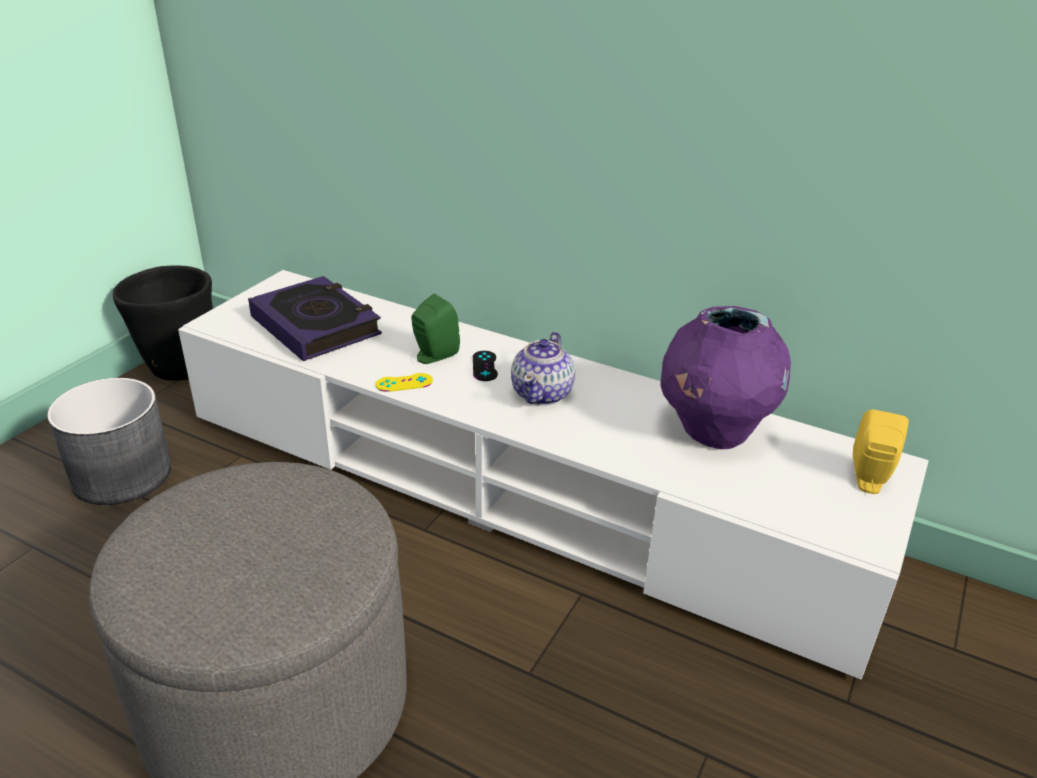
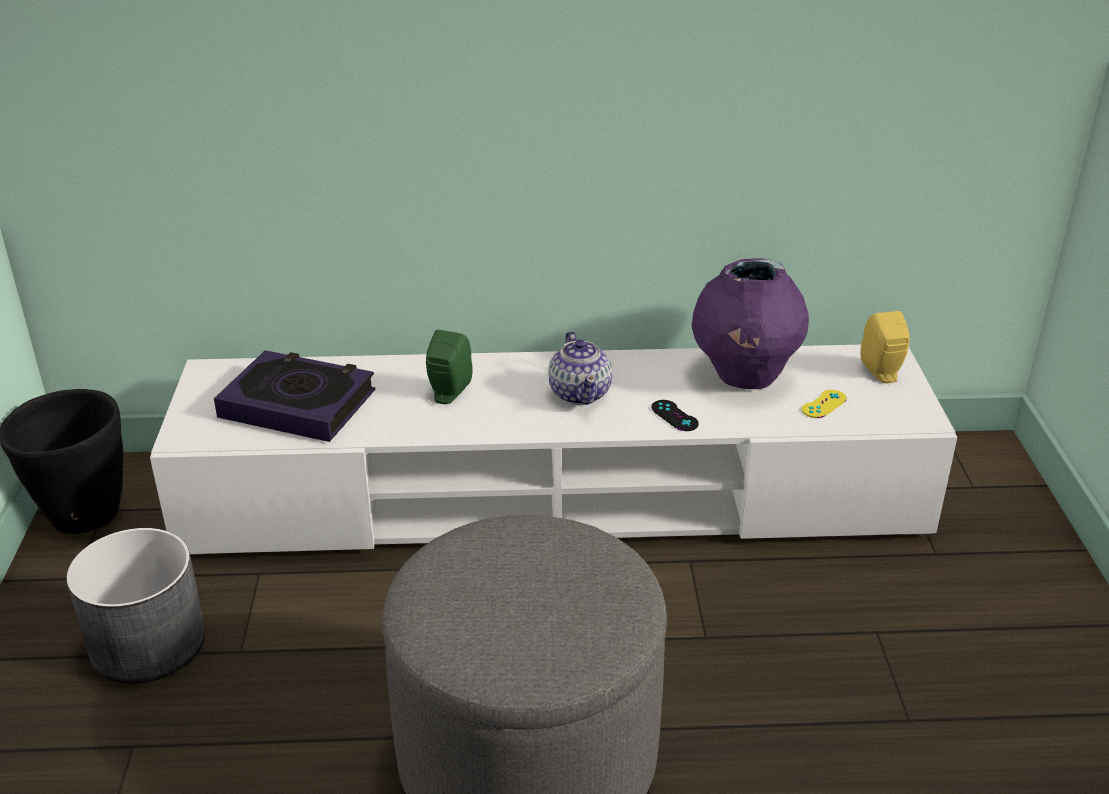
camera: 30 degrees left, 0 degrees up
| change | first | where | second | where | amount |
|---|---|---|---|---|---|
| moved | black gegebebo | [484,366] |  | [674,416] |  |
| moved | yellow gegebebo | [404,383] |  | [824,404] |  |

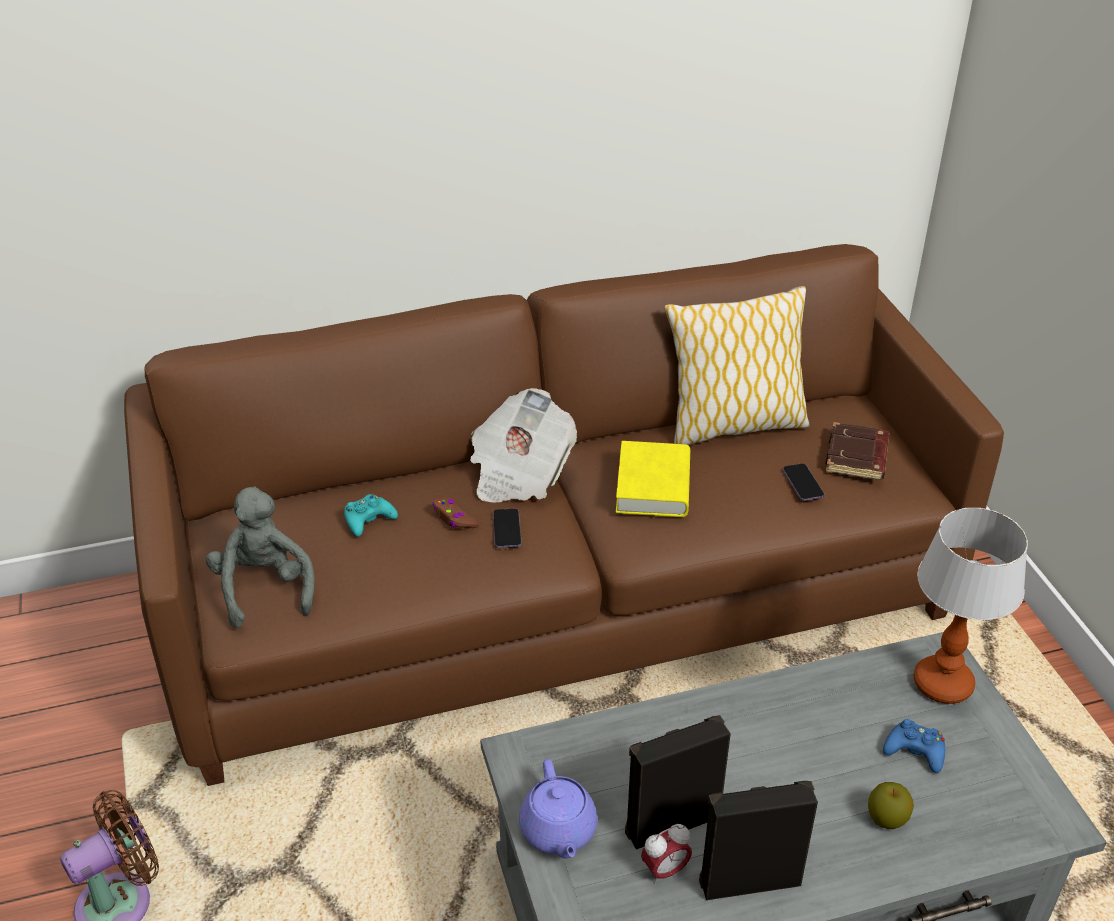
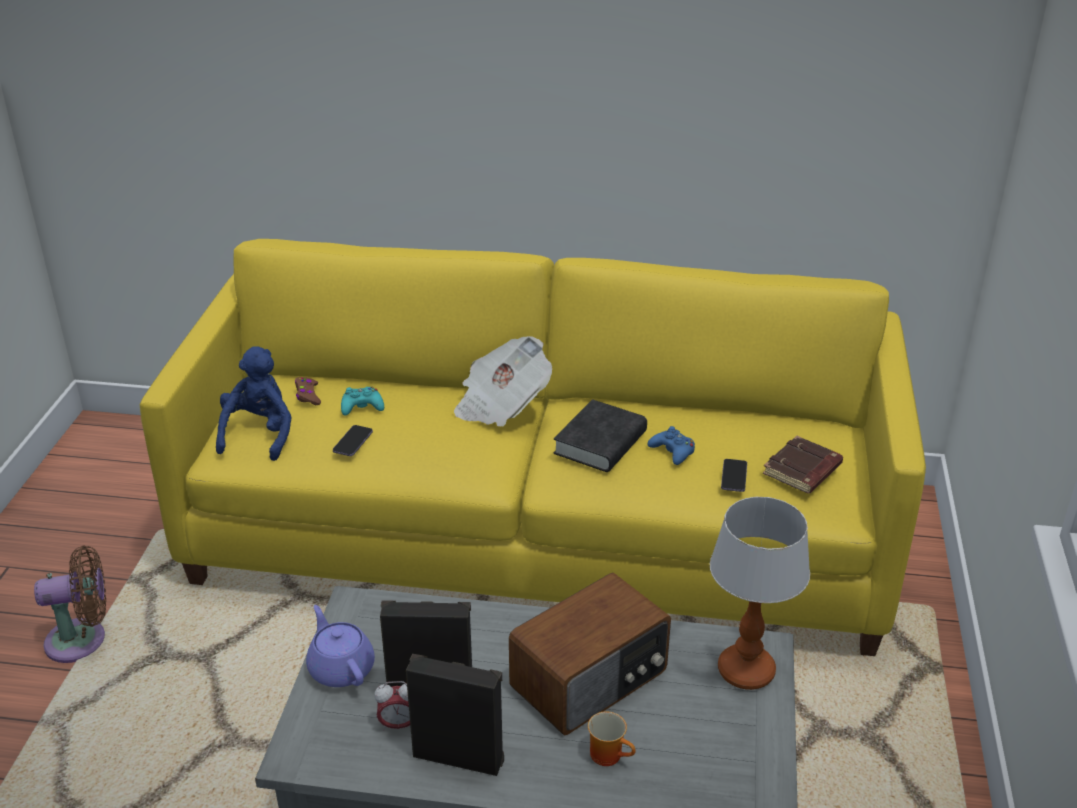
camera: 25 degrees right, 5 degrees down
| change | first | where | second | where | amount |
|---|---|---|---|---|---|
| recoloured | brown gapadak | [558,598] | yellow gapadak | [540,536] |  |
| removed | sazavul | [734,425] |  |  |  |
| recoloured | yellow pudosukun | [653,486] | black pudosukun | [600,443] |  |
| recoloured | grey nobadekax | [264,588] | blue nobadekax | [259,434] |  |
| moved | brown gegebebo | [454,519] |  | [308,395] |  |
| moved | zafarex | [507,530] |  | [353,442] |  |
| moved | blue gegebebo | [915,751] |  | [673,451] |  |
| turned | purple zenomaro | [558,831] |  | [341,668] | 135 degrees clockwise |
| replaced | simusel | [886,819] | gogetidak | [610,754] |  |
| added |  |  | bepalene | [591,680] |  |

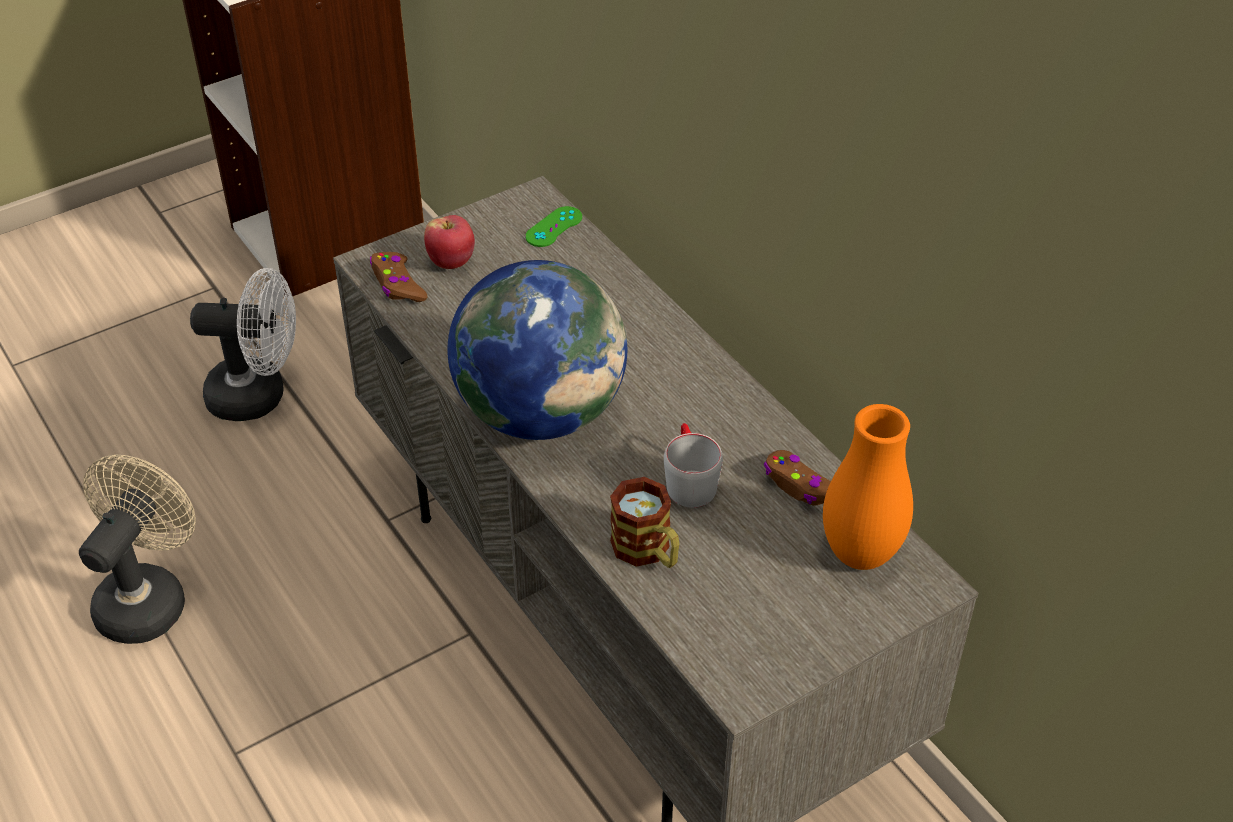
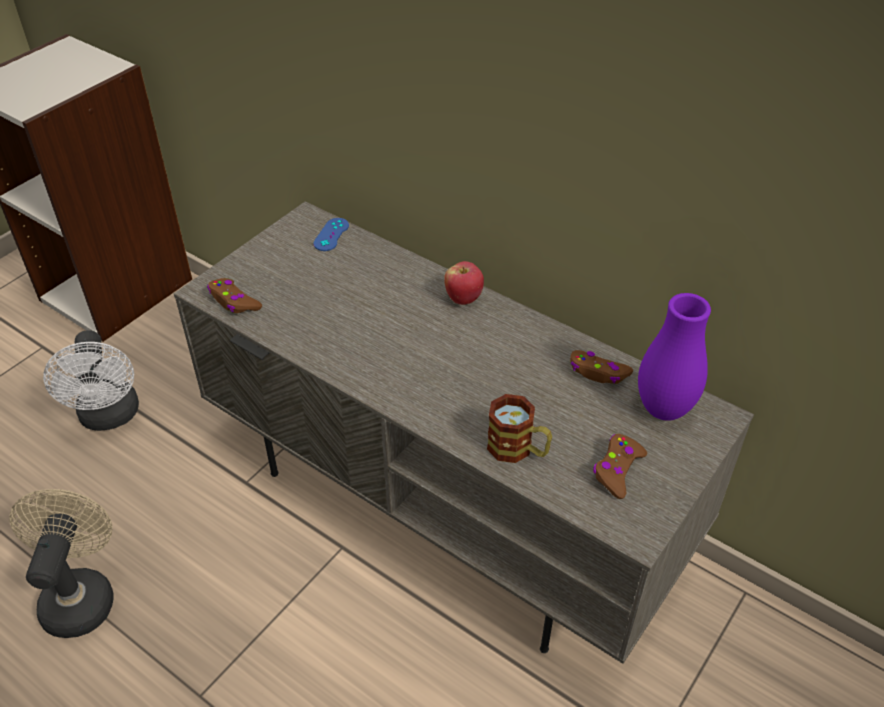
camera: 20 degrees left, 0 degrees up
| change | first | where | second | where | amount |
|---|---|---|---|---|---|
| recoloured | green gegebebo | [554,227] | blue gegebebo | [331,235] |  |
| moved | simusel | [451,262] |  | [463,298] |  |
| removed | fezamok | [540,413] |  |  |  |
| turned | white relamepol | [259,395] |  | [110,417] | 90 degrees clockwise |
| recoloured | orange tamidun | [860,554] | purple tamidun | [664,409] |  |
| removed | grey gogetidak | [688,480] |  |  |  |
| added |  |  | brown gegebebo | [617,470] |  |

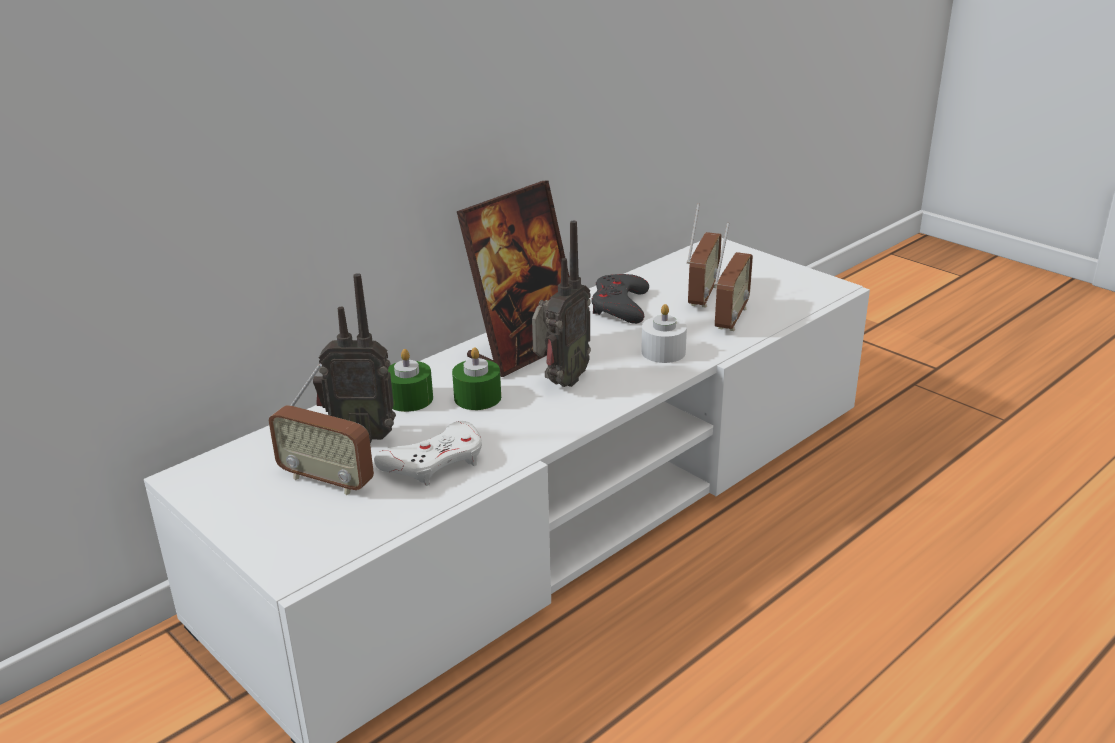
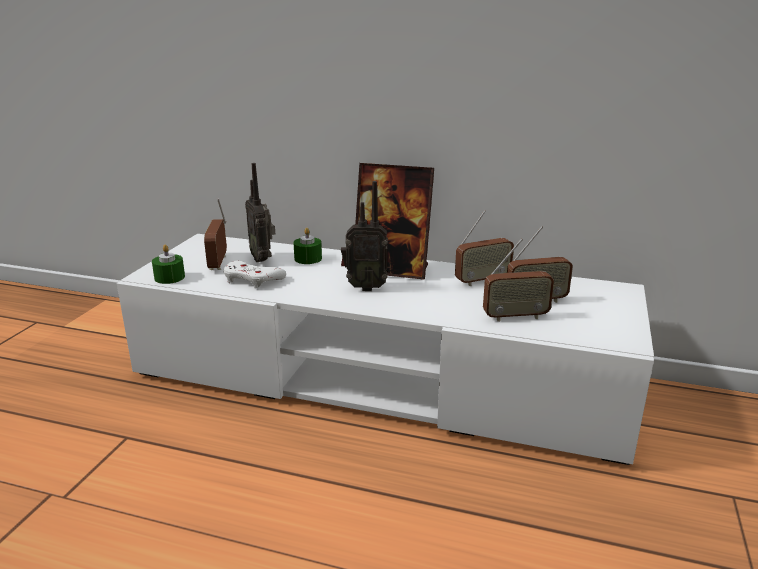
camera: 60 degrees right, 5 degrees down
| change | first | where | second | where | amount |
|---|---|---|---|---|---|
| replaced | grey gegebebo | [620,306] | bepalene | [482,280] |  |
| removed | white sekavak | [663,352] |  |  |  |
| moved | green sekavak | [477,397] |  | [169,277] |  |

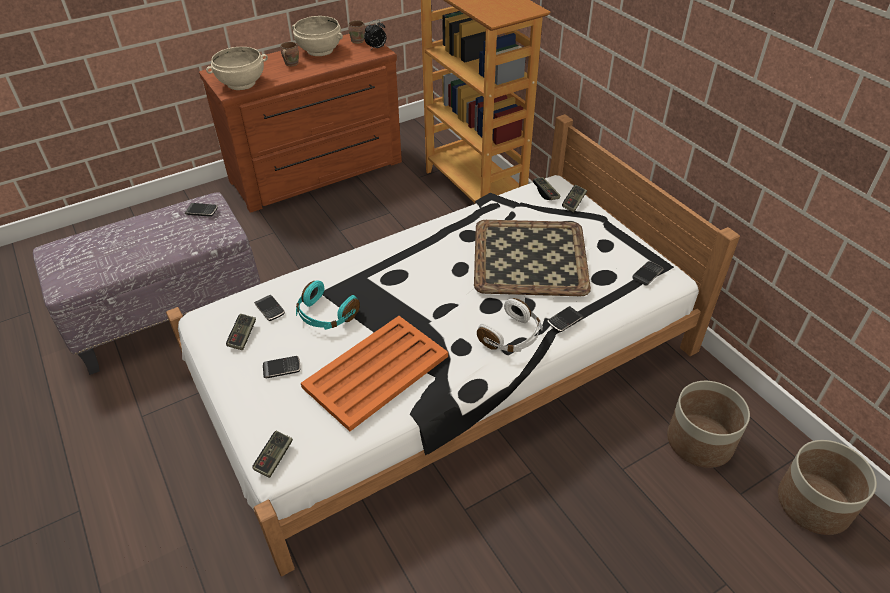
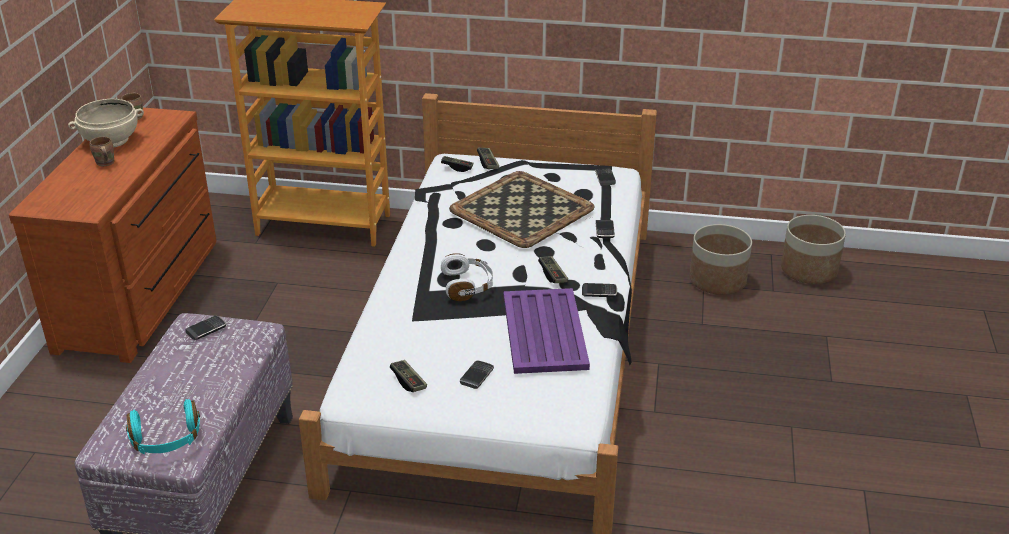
camera: 50 degrees left, 10 degrees down
| change | first | where | second | where | amount |
|---|---|---|---|---|---|
| removed | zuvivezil | [376,48] |  |  |  |
| removed | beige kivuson | [241,84] |  |  |  |
| moved | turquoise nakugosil | [325,315] |  | [166,440] |  |
| moved | zafarex | [270,309] |  | [599,292] |  |
| moved | white nakugosil | [512,336] |  | [468,285] |  |
| recoloured | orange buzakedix | [377,371] | purple buzakedix | [544,331] |  |
| moved | gegebebo | [274,458] |  | [553,275] |  |

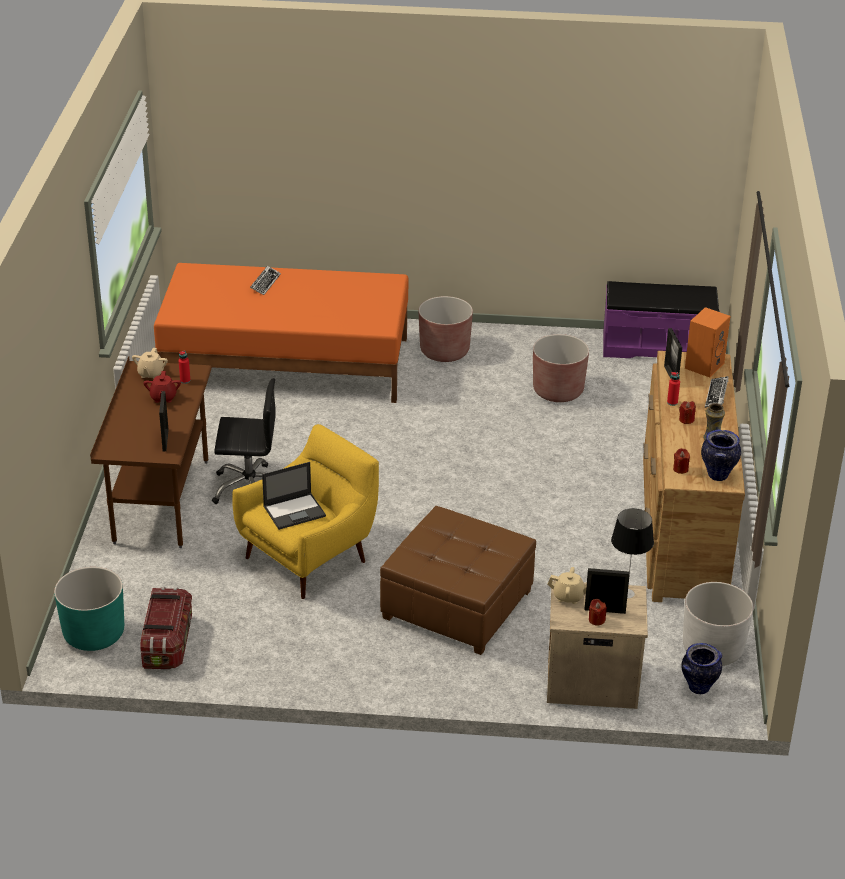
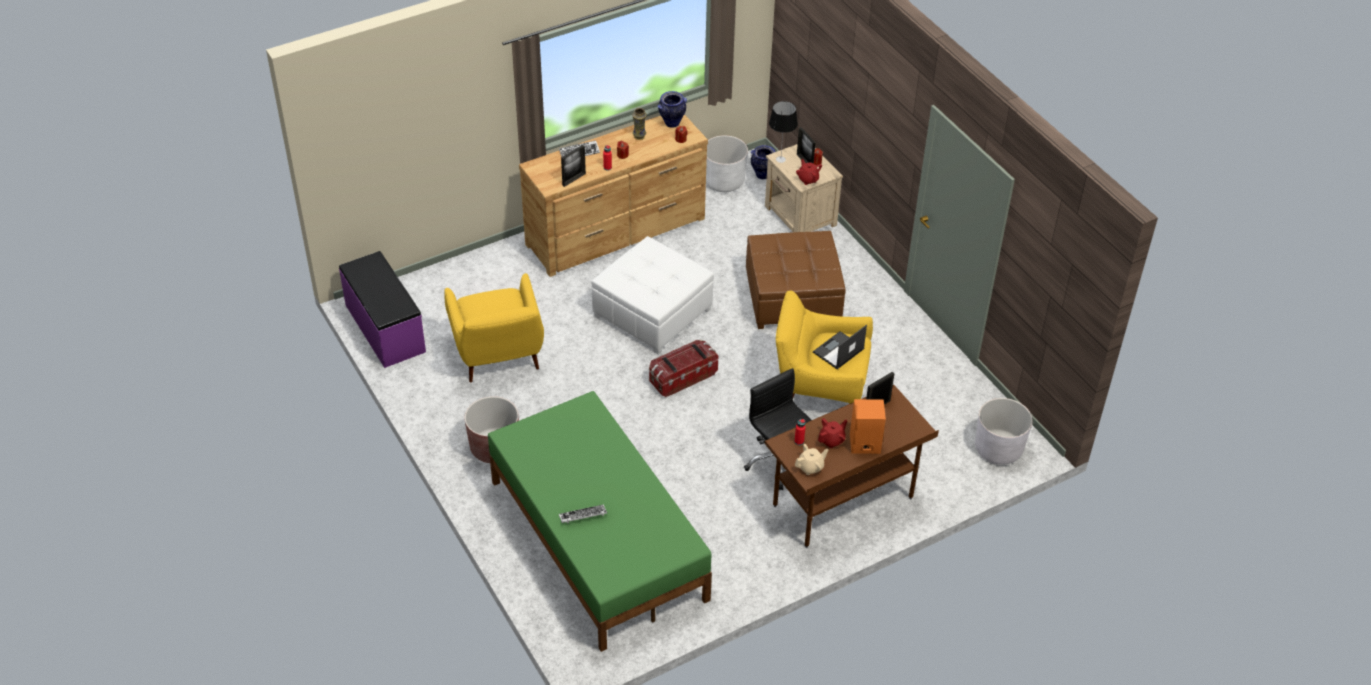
camera: 125 degrees left, 10 degrees up
| change | first | where | second | where | amount |
|---|---|---|---|---|---|
| recoloured | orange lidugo | [285,362] | green lidugo | [597,540] |  |
| moved | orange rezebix | [704,365] |  | [864,444] |  |
| replaced | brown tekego | [558,391] | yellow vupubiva | [498,356] |  |
| turned | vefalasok | [295,511] |  | [838,351] | 75 degrees counterclockwise |
| recoloured | turquoise tekego | [94,634] | white tekego | [998,449] |  |
| recoloured | beige zenomaro | [568,597] | red zenomaro | [808,179] |  |
| moved | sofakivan | [167,643] |  | [682,377] |  |
| added |  |  | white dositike | [651,312] |  |

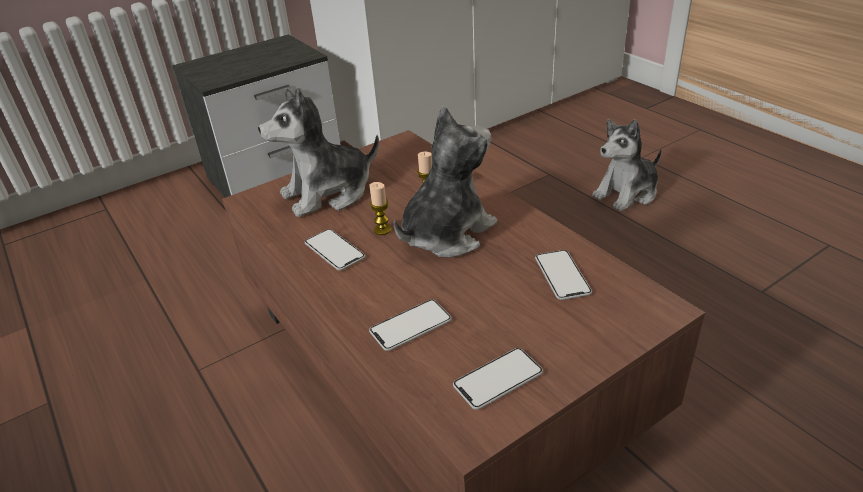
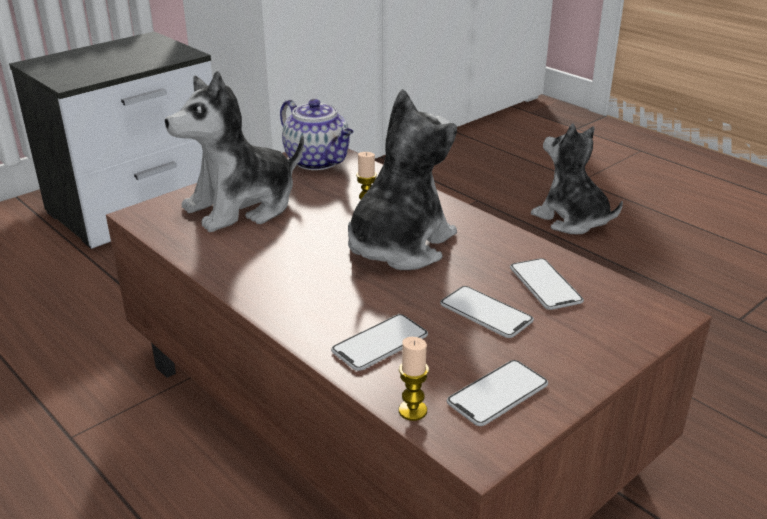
camera: 10 degrees left, 5 degrees down
| change | first | where | second | where | amount |
|---|---|---|---|---|---|
| turned | nobadekax | [627,194] |  | [571,220] | 90 degrees clockwise |
| moved | sekavak | [382,230] |  | [412,411] |  |
| moved | zafarex | [334,250] |  | [485,313] |  |
| added |  |  | zenomaro | [318,161] |  |

